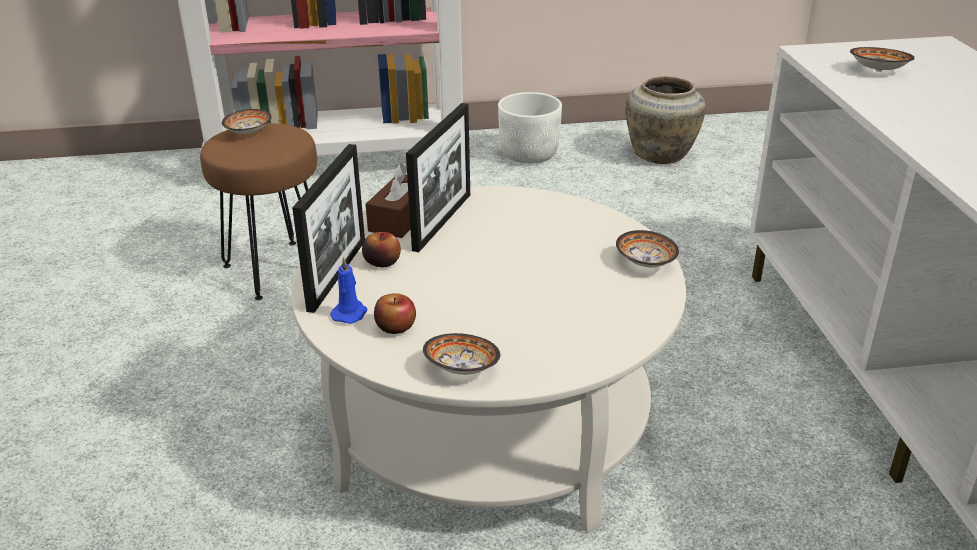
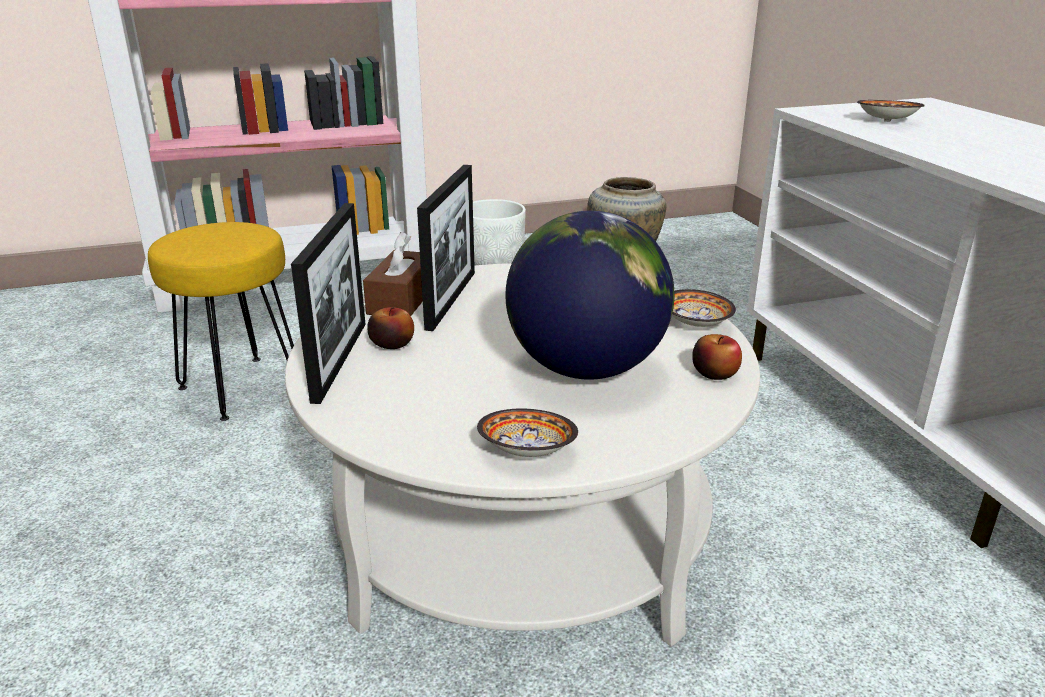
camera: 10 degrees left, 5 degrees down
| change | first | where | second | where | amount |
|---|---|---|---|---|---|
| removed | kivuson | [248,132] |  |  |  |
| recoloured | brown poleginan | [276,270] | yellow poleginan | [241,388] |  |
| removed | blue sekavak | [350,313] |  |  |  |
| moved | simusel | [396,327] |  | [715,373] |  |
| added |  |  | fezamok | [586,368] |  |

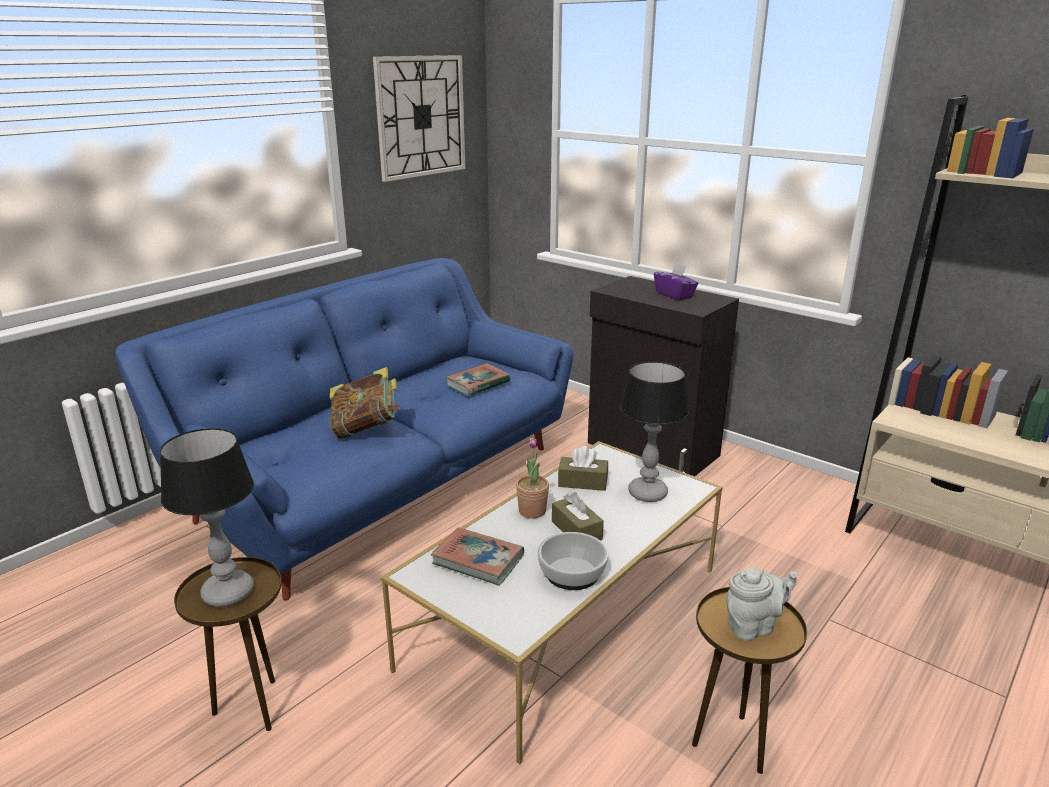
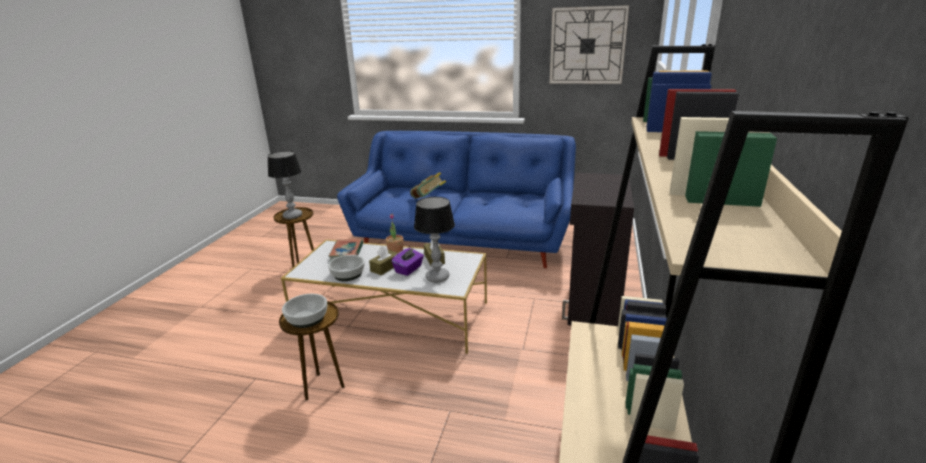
camera: 65 degrees right, 0 degrees up
| change | first | where | second | where | amount |
|---|---|---|---|---|---|
| moved | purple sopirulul | [674,295] |  | [409,269] |  |
| removed | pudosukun | [478,383] |  |  |  |
| replaced | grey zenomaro | [753,626] | kivuson | [307,318] |  |

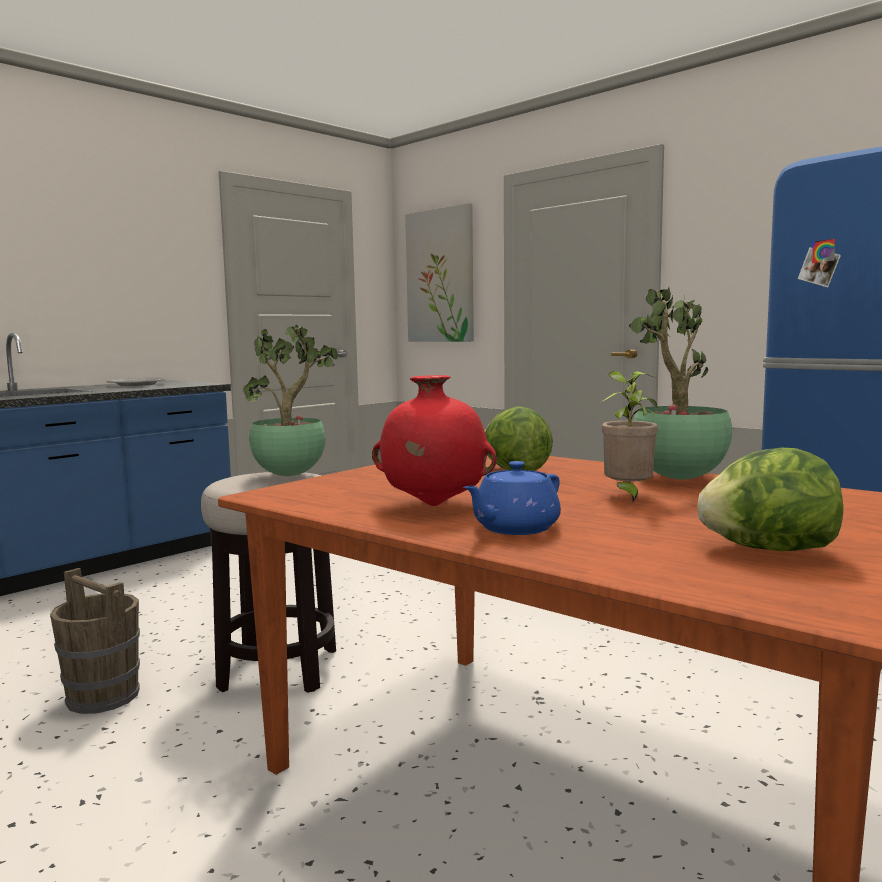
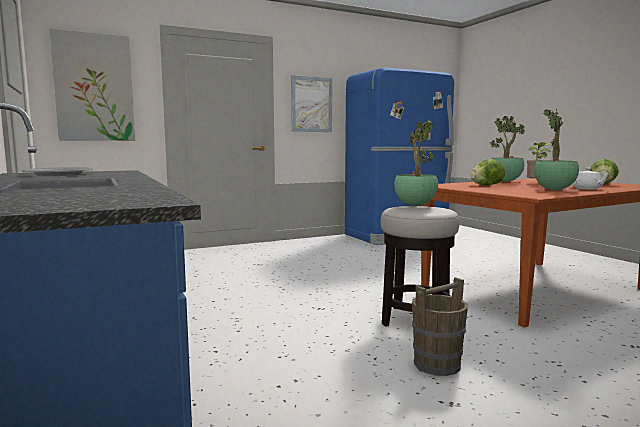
camera: 70 degrees left, 0 degrees up
| change | first | where | second | where | amount |
|---|---|---|---|---|---|
| replaced | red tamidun | [433,505] | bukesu | [554,190] |  |
| recoloured | blue zenomaro | [514,528] | white zenomaro | [587,189] |  |
| added |  |  | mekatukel | [311,104] |  |

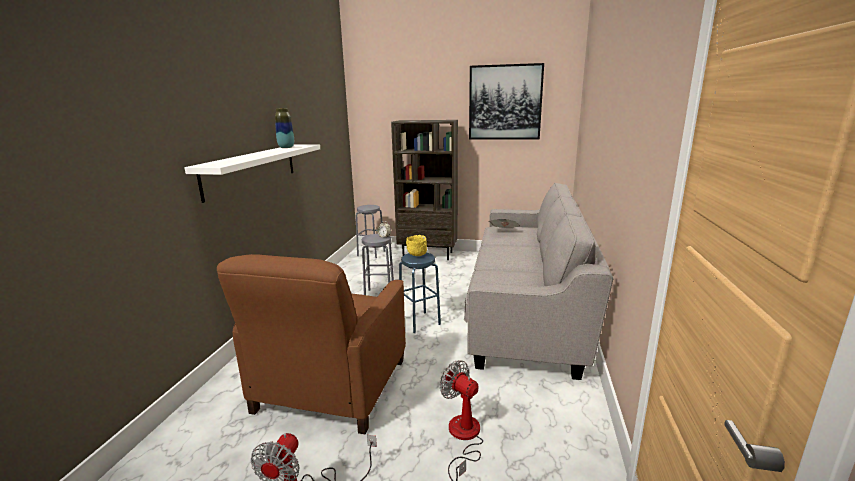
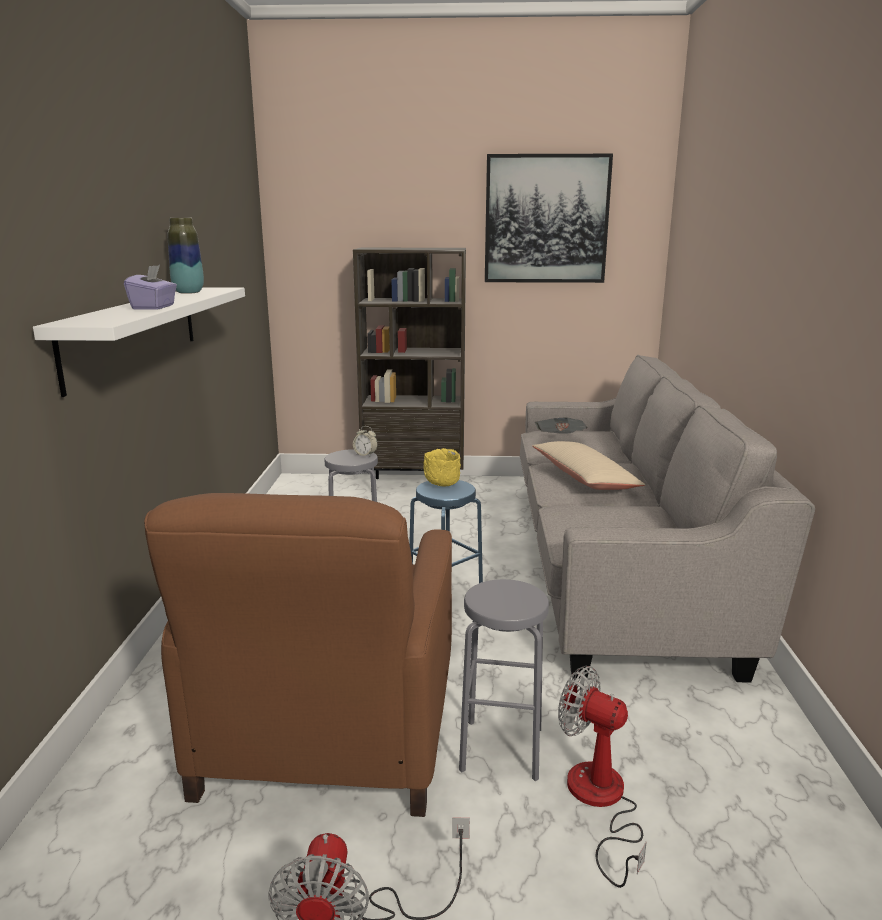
camera: 10 degrees left, 0 degrees up
| change | first | where | second | where | amount |
|---|---|---|---|---|---|
| moved | grey poleginan | [371,253] |  | [501,749] |  |
| added |  |  | purple sopirulul | [154,307] |  |
| added |  |  | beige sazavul | [584,478] |  |

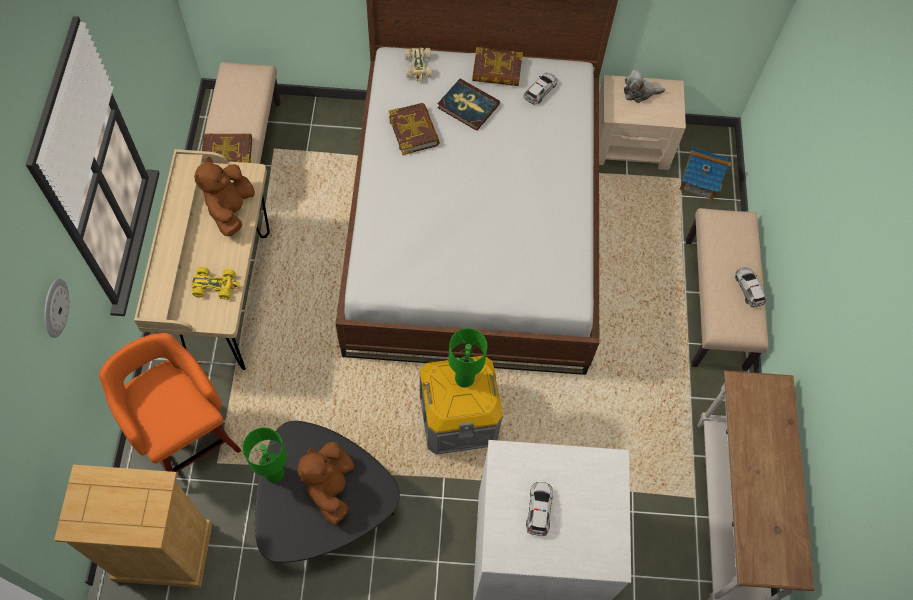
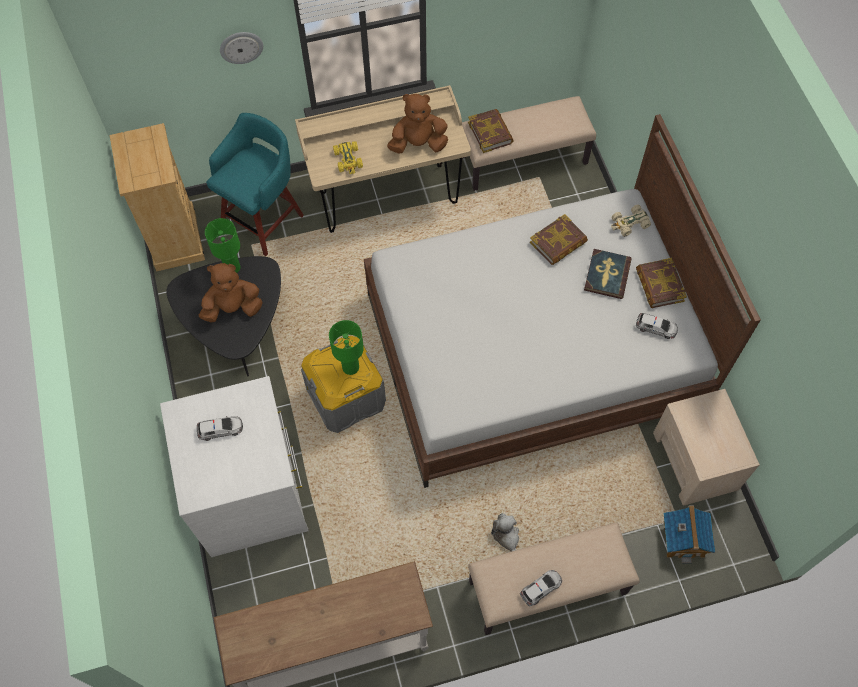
camera: 75 degrees right, 0 degrees up
| change | first | where | second | where | amount |
|---|---|---|---|---|---|
| moved | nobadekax | [639,93] |  | [506,536] |  |
| recoloured | orange poleginan | [188,438] | turquoise poleginan | [264,219] |  |

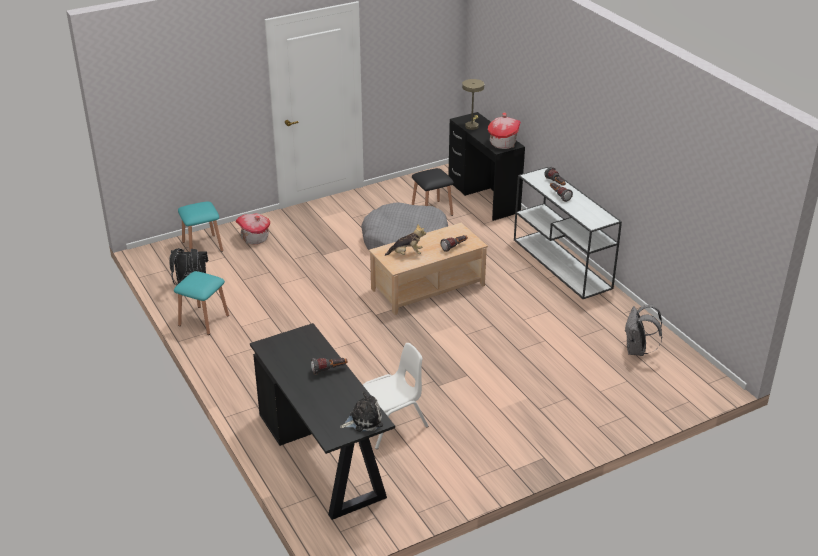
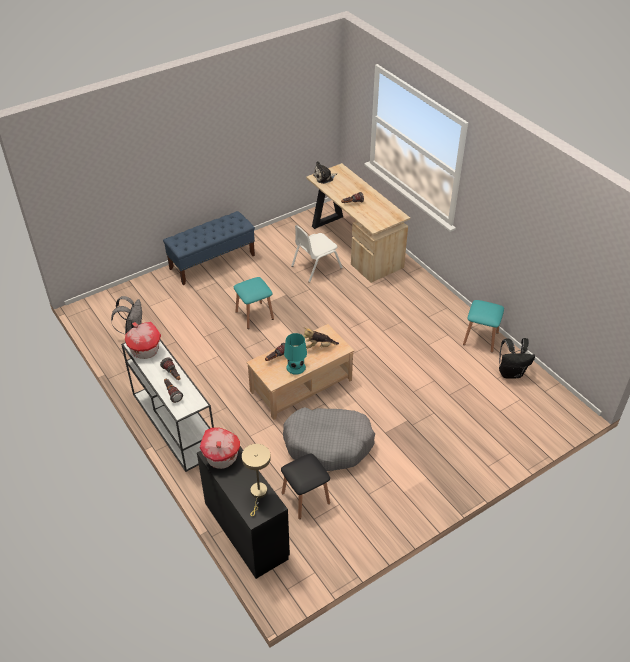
camera: 175 degrees right, 10 degrees up
| change | first | where | second | where | amount |
|---|---|---|---|---|---|
| moved | turquoise poleginan | [202,246] |  | [254,315] |  |
| moved | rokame | [254,238] |  | [145,349] |  |
| recoloured | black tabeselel | [322,456] | beige tabeselel | [354,245] |  |
| added |  |  | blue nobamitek | [212,262] |  |
| added |  |  | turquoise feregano | [295,367] |  |

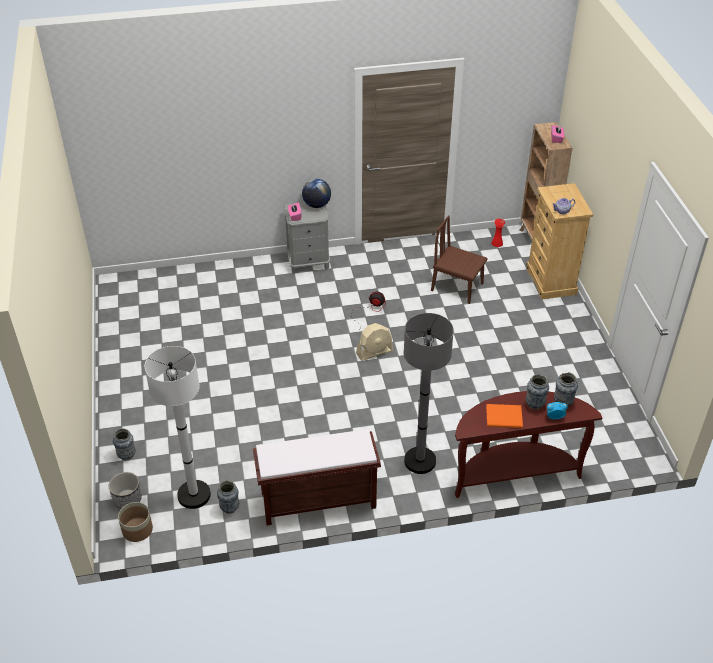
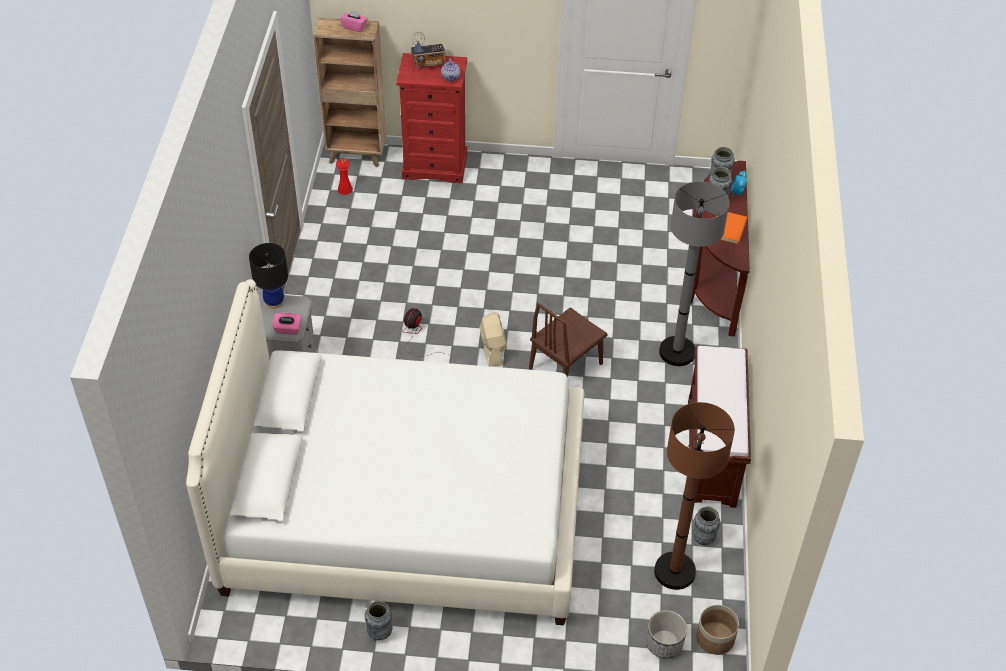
camera: 75 degrees left, 5 degrees up
| change | first | where | second | where | amount |
|---|---|---|---|---|---|
| replaced | fezamok | [316,205] | black feregano | [274,302] |  |
| recoloured | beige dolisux | [551,281] | red dolisux | [435,166] |  |
| moved | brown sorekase | [457,287] |  | [565,366] |  |
| recoloured | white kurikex | [194,495] | brown kurikex | [674,571] |  |
| moved | tamidun | [127,456] |  | [380,633] |  |
| added |  |  | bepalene | [429,63] |  |
| added |  |  | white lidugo | [405,508] |  |

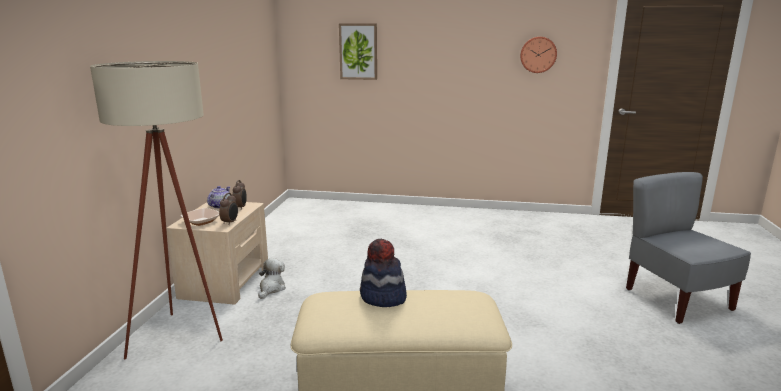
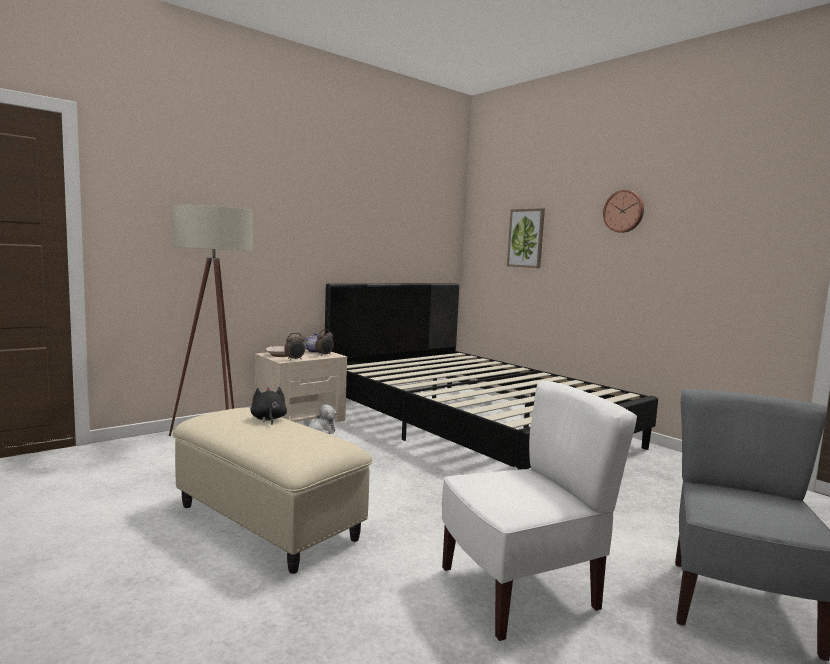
camera: 40 degrees right, 10 degrees down
| change | first | where | second | where | amount |
|---|---|---|---|---|---|
| moved | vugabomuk | [538,54] |  | [624,211] |  |
| replaced | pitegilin | [382,297] | black nobadekax | [268,419] |  |
| added |  |  | black lidugo | [474,426] |  |
| added |  |  | white sorekase | [520,591] |  |

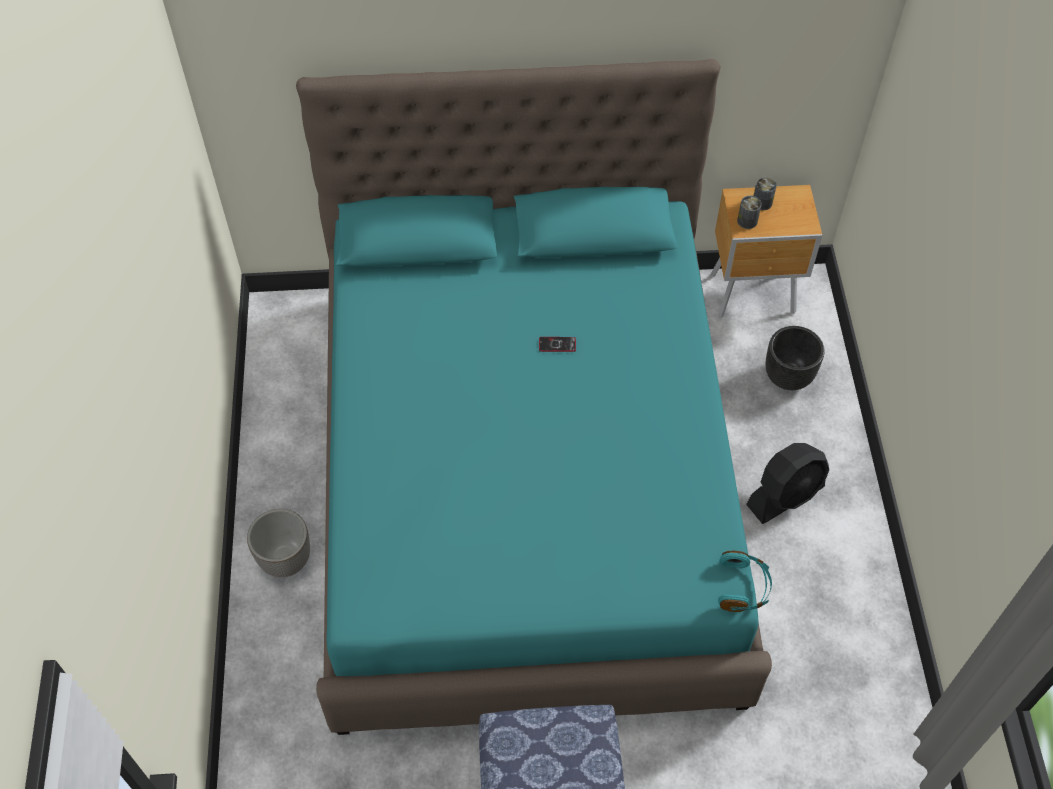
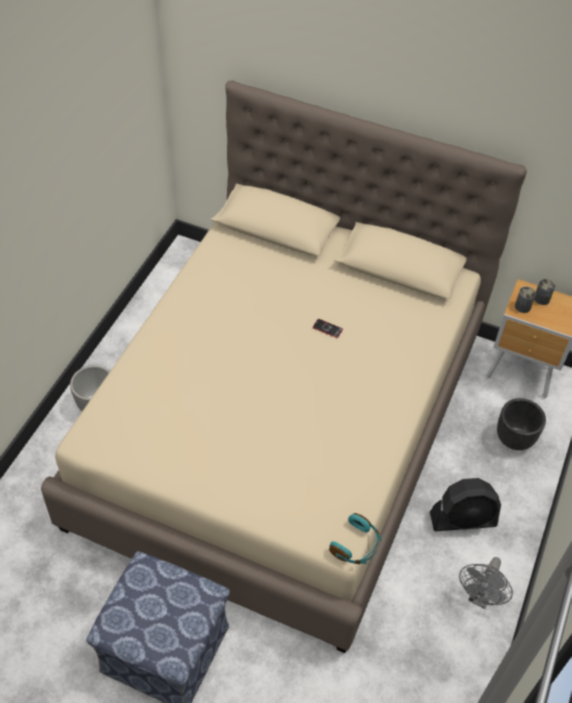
camera: 25 degrees right, 5 degrees down
| change | first | where | second | where | amount |
|---|---|---|---|---|---|
| recoloured | turquoise lidugo | [527,482] | beige lidugo | [283,427] |  |
| added |  |  | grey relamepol | [480,597] |  |

